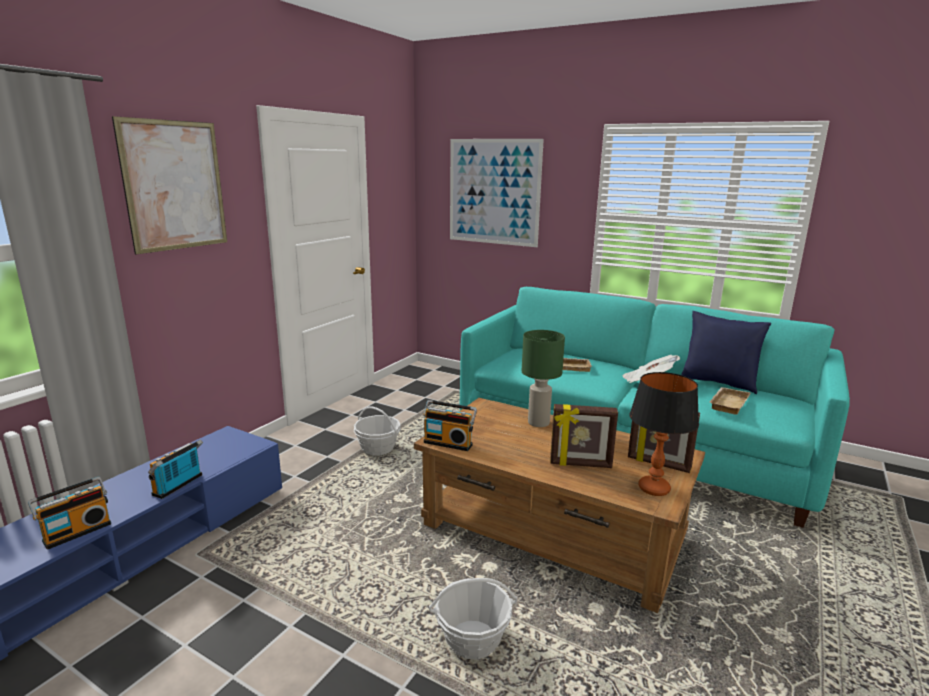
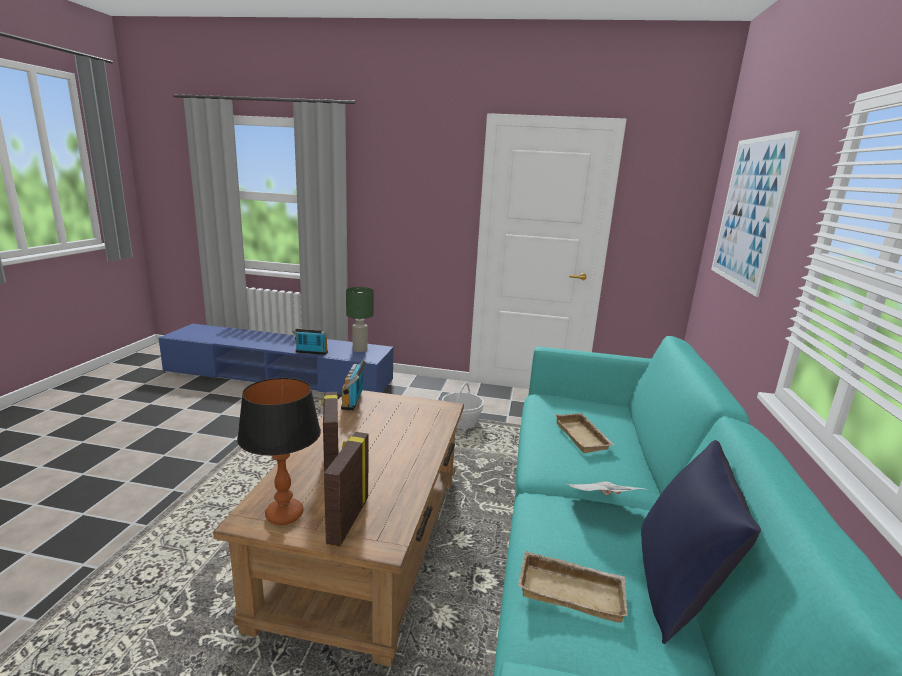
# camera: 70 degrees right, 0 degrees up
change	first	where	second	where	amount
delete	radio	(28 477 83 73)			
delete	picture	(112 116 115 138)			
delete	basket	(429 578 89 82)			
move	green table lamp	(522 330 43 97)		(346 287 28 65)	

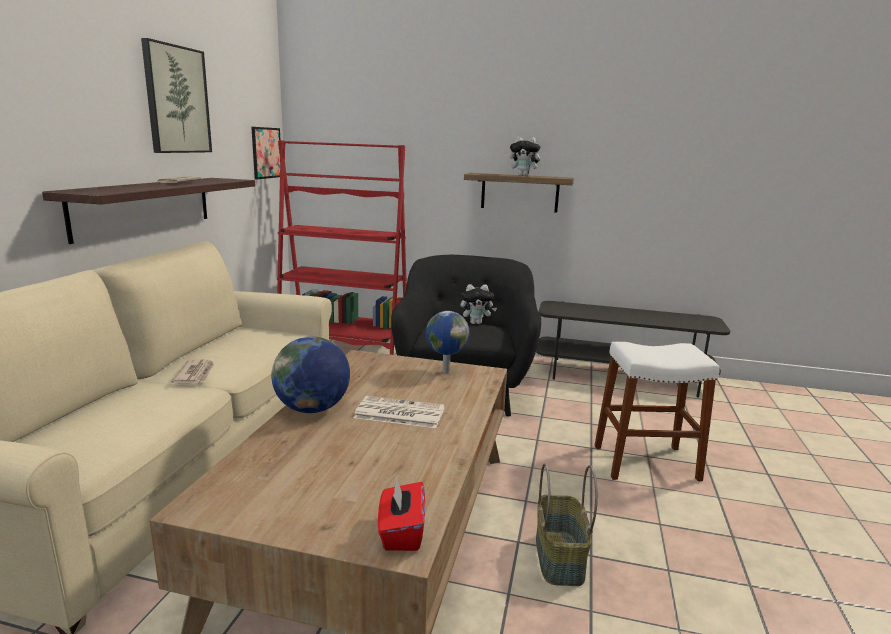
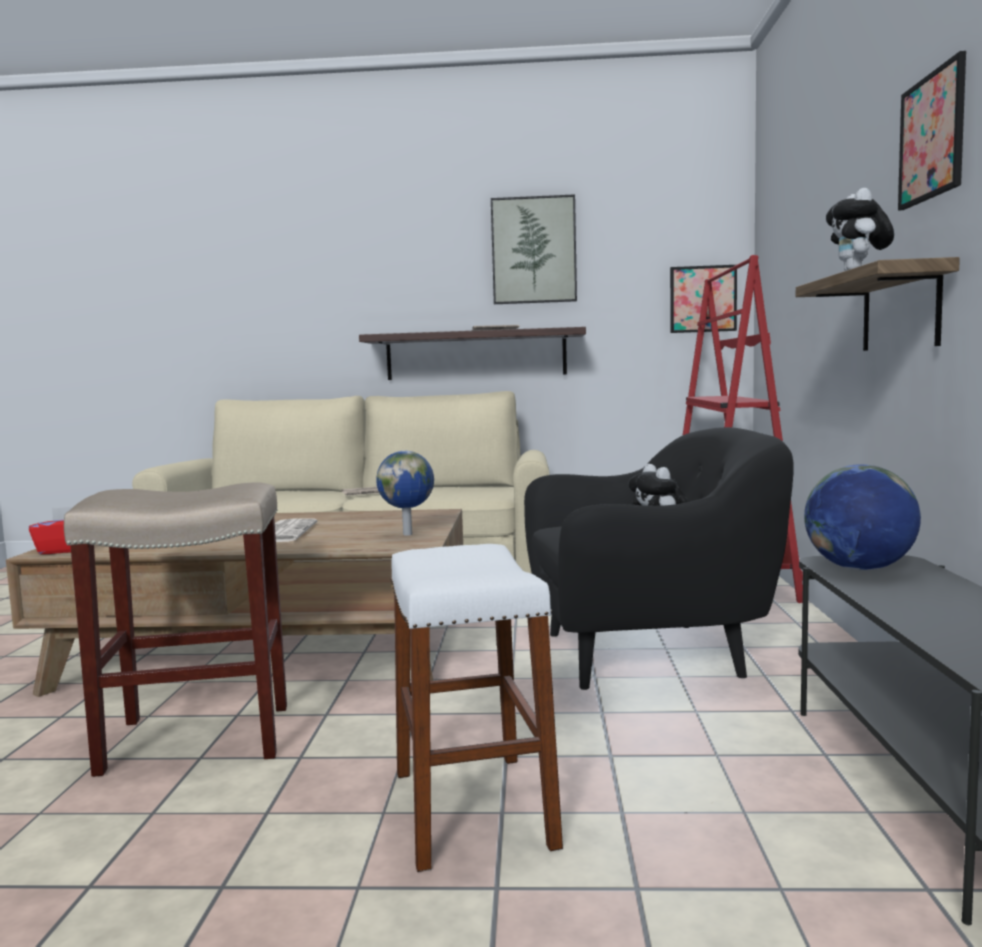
# camera: 80 degrees right, 10 degrees down
change	first	where	second	where	amount
move	globe	(271 336 79 77)		(804 464 117 106)	
replace	basket	(536 463 62 123)	beige stool	(64 482 223 295)	
insert			picture	(898 51 68 160)	

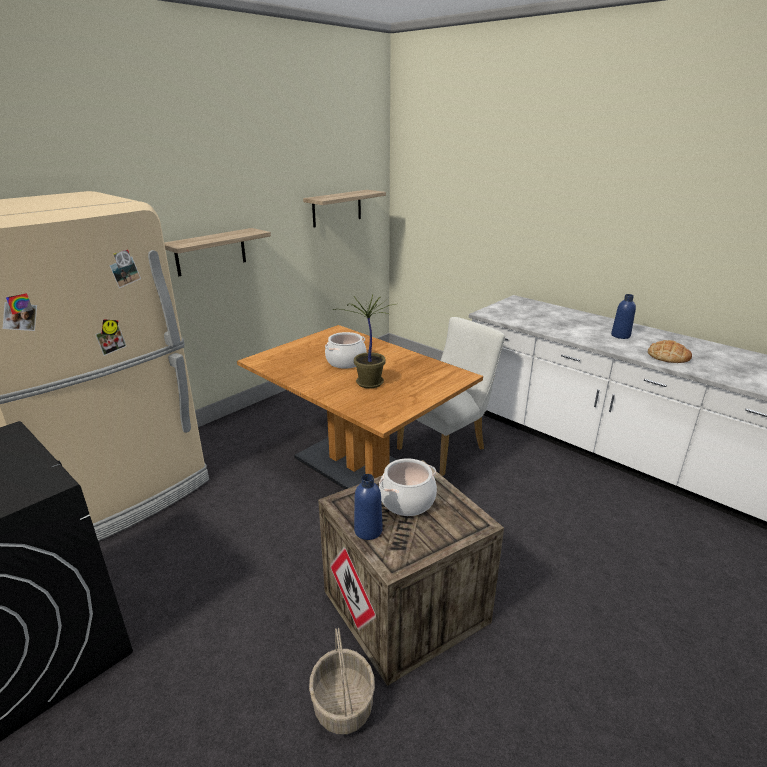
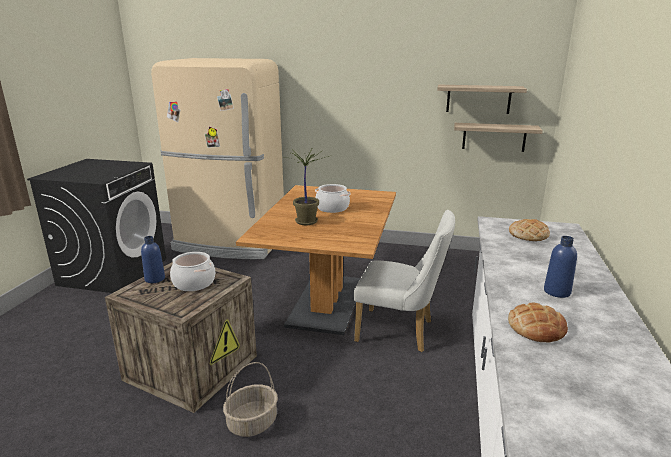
# camera: 60 degrees right, 5 degrees down
change	first	where	second	where	amount
move	shelf	(164 228 107 48)		(454 123 89 29)	
move	basket	(309 628 66 106)		(223 362 55 75)	
insert			bread	(509 219 41 22)	

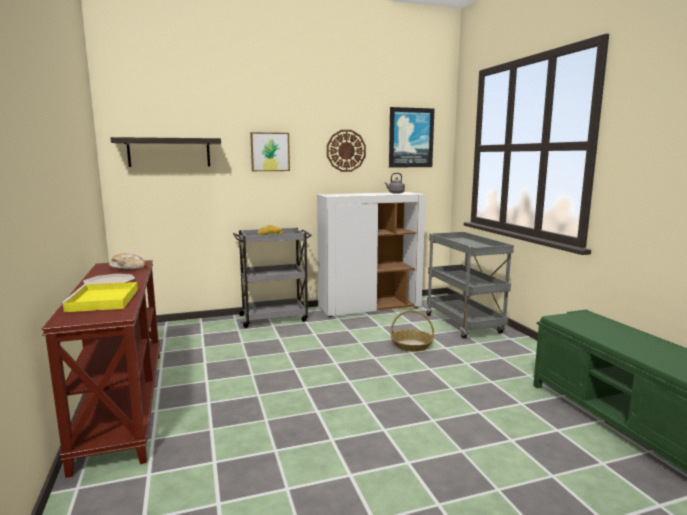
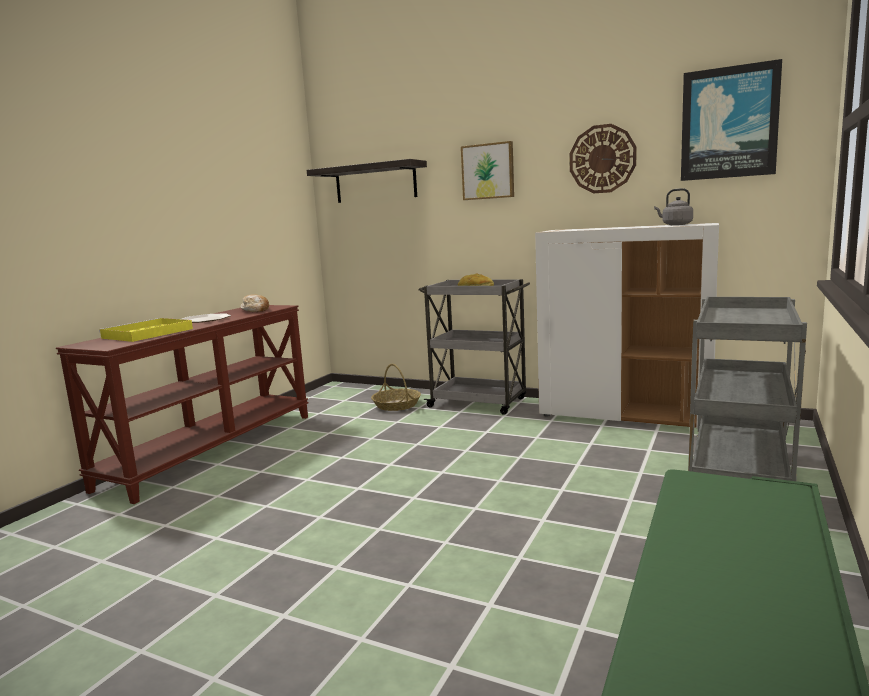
# camera: 45 degrees right, 0 degrees up
change	first	where	second	where	amount
move	basket	(391 310 43 42)		(371 364 50 47)	

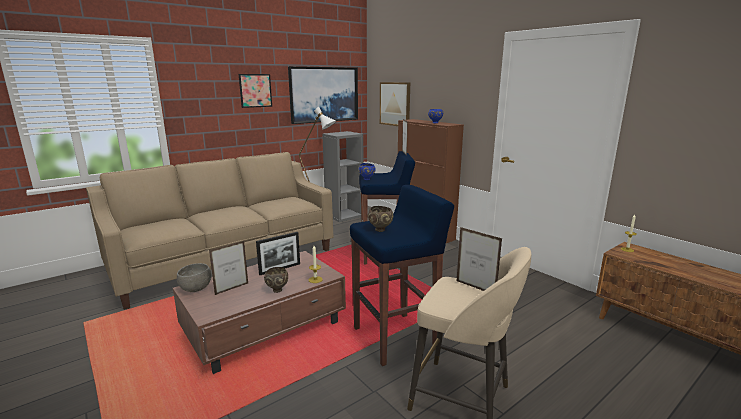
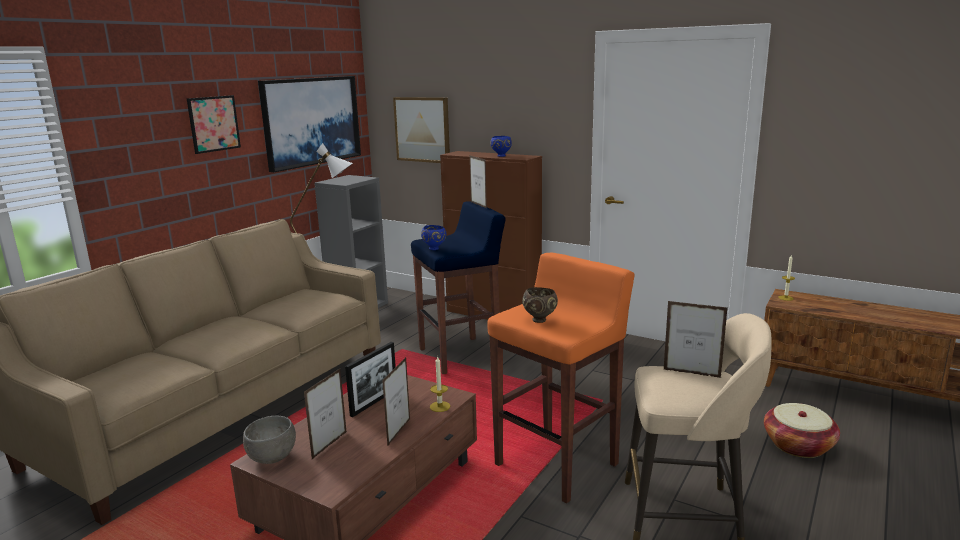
# camera: 20 degrees left, 0 degrees up
change	first	where	second	where	amount
replace	brown bowl	(264 267 24 26)	picture frame	(382 357 28 89)	
recolor	blue stool	(350 185 104 181)	orange stool	(487 253 147 250)	
insert			basket	(764 403 76 55)	

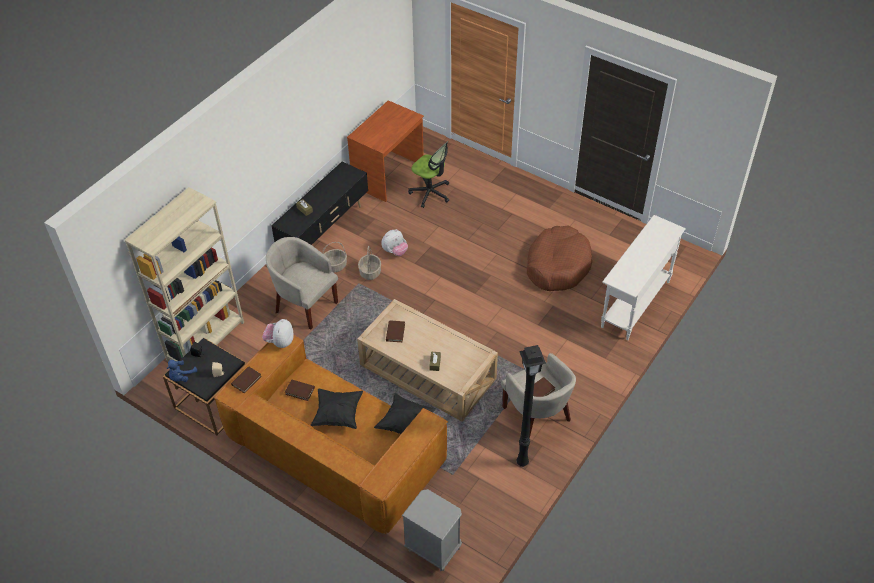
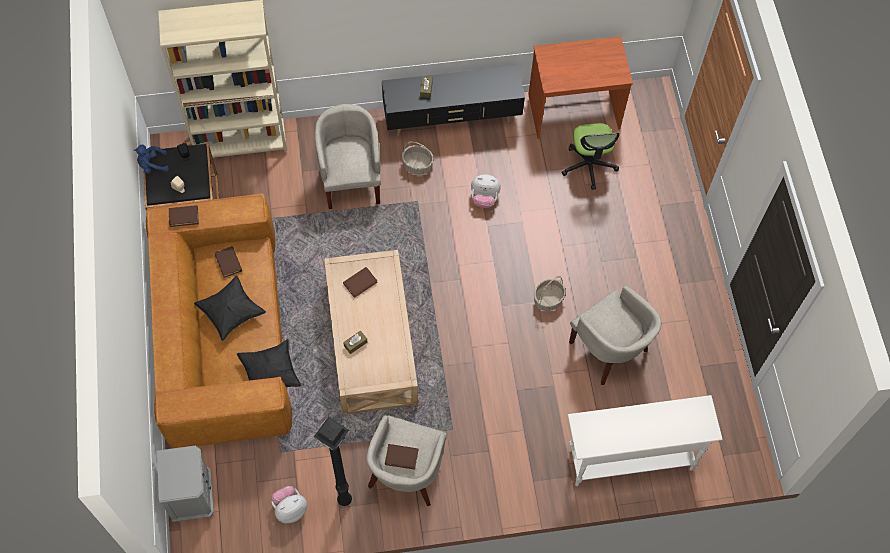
# camera: 45 degrees right, 15 degrees up
change	first	where	second	where	amount
move	plush toy	(262 319 32 29)		(271 486 36 37)	
move	basket	(358 246 23 34)		(534 276 32 35)	
replace	brown dog bed	(527 225 65 66)	beige armchair	(569 285 92 100)	

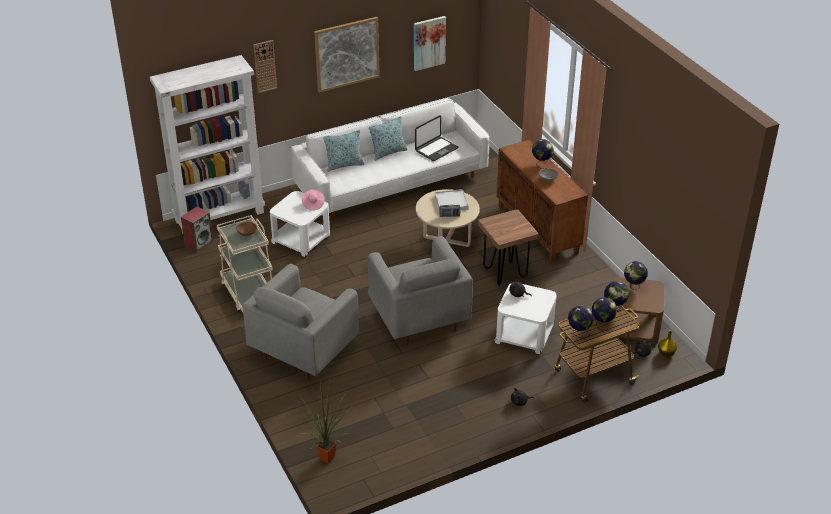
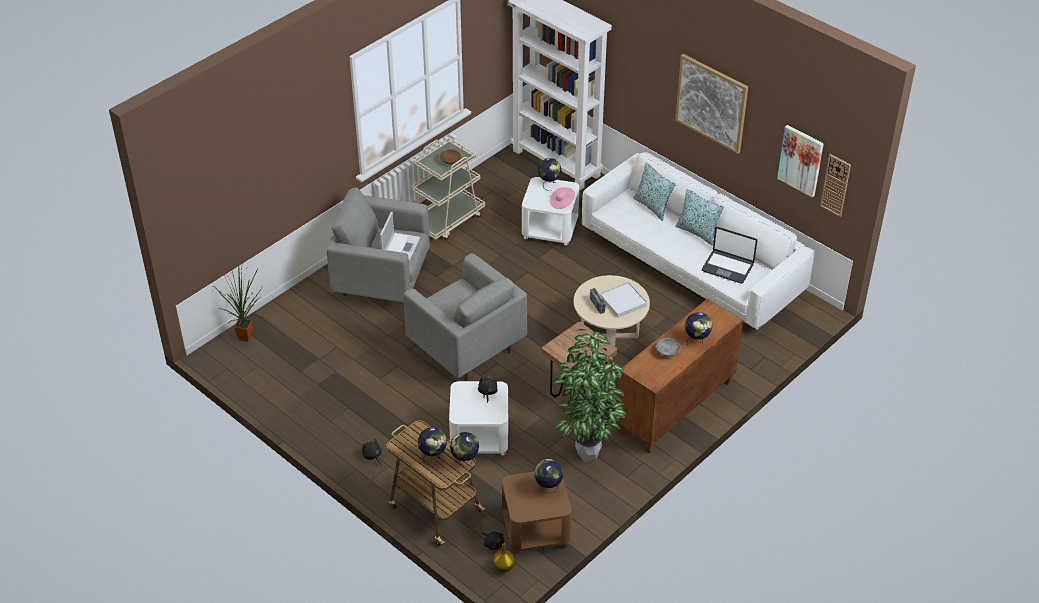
# camera: 70 degrees right, 5 degrees up
change	first	where	second	where	amount
delete	speaker	(181 206 32 46)			
move	wall clock	(253 40 24 53)		(820 154 31 63)	
rotate	grey armchair	(368 236 105 109)		(403 253 124 128)	90 degrees counterclockwise
move	globe	(568 306 26 32)		(538 158 24 33)	
insert			laptop	(380 212 40 49)	
insert			potted plant	(552 329 74 133)	

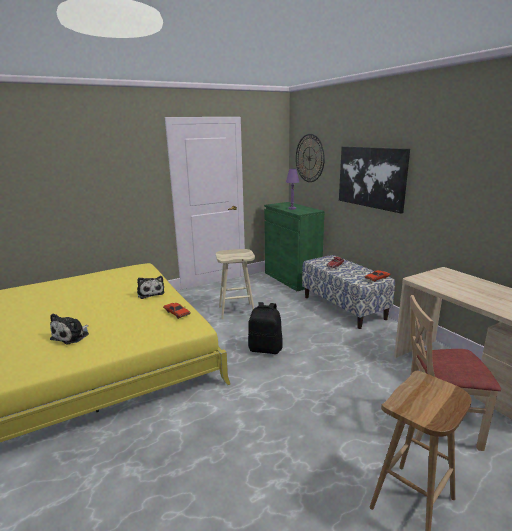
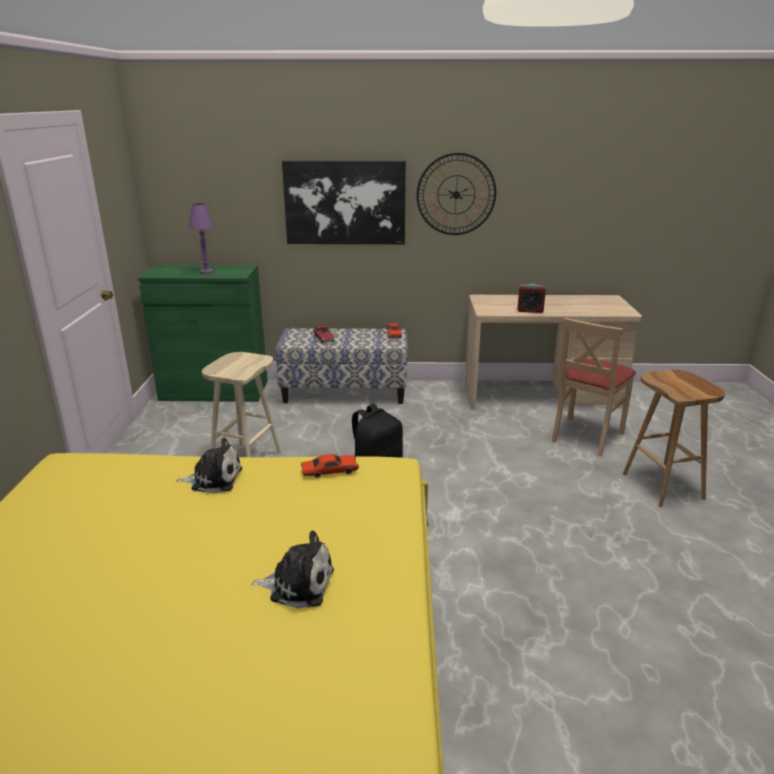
# camera: 60 degrees left, 5 degrees up
change	first	where	second	where	amount
rotate	plush toy	(50 313 39 31)		(251 531 83 77)	45 degrees counterclockwise
move	wall clock	(296 134 29 48)		(417 153 79 82)	
insert			alarm clock	(518 284 28 29)	

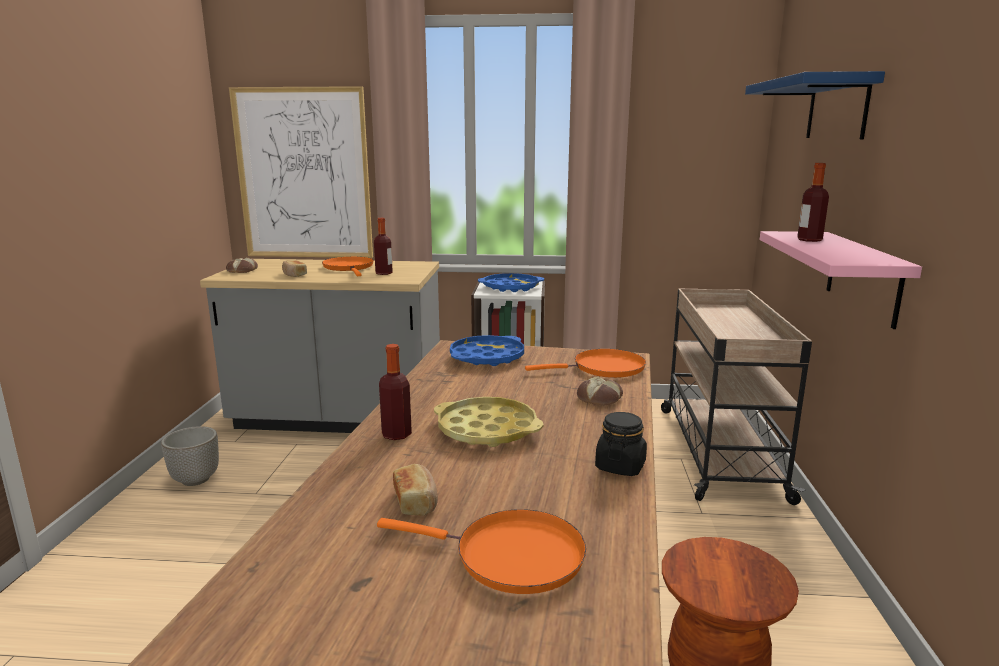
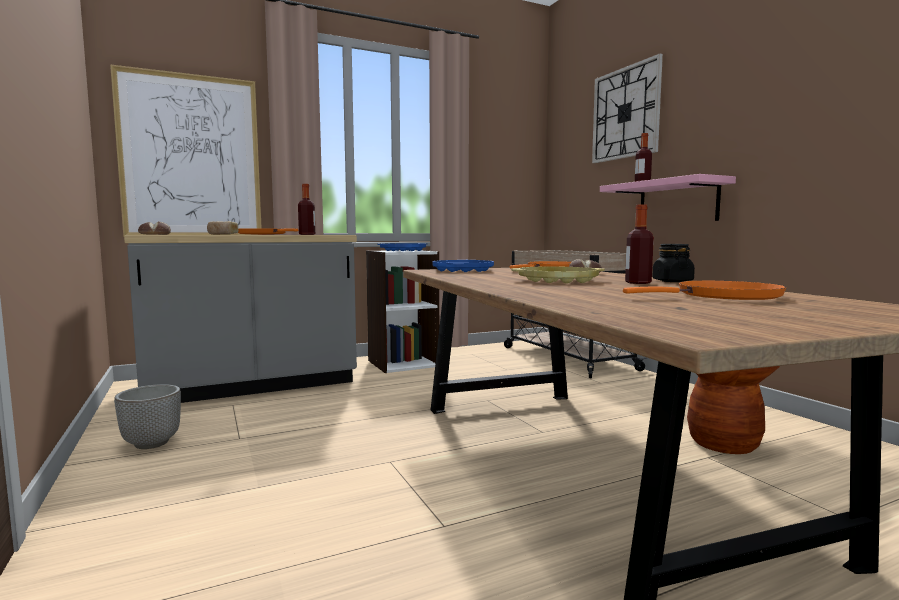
# camera: 30 degrees left, 10 degrees down
change	first	where	second	where	amount
move	bottle	(379 344 33 96)		(625 204 29 80)	
delete	bread	(393 464 45 52)			
replace	blue shelf	(745 71 140 68)	wall clock	(592 53 71 110)	

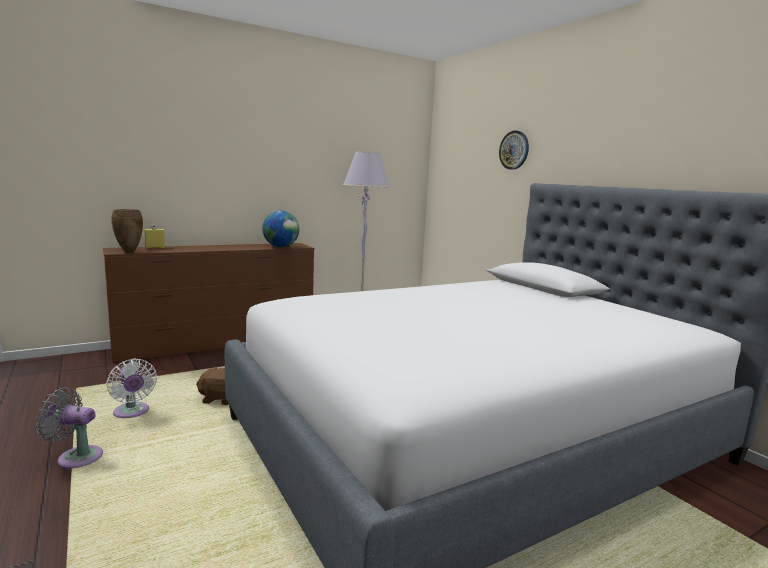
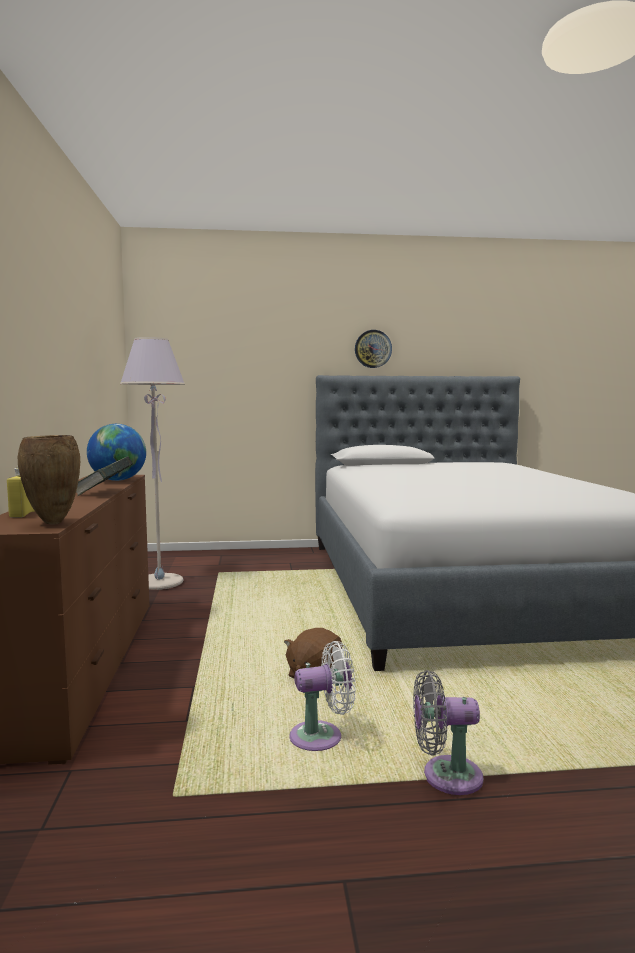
# camera: 65 degrees left, 5 degrees down
change	first	where	second	where	amount
rotate	grey fan	(36 387 67 83)		(413 670 70 125)	60 degrees clockwise
move	wall clock	(499 130 30 40)		(355 330 37 38)	
insert			book	(76 456 57 40)	

